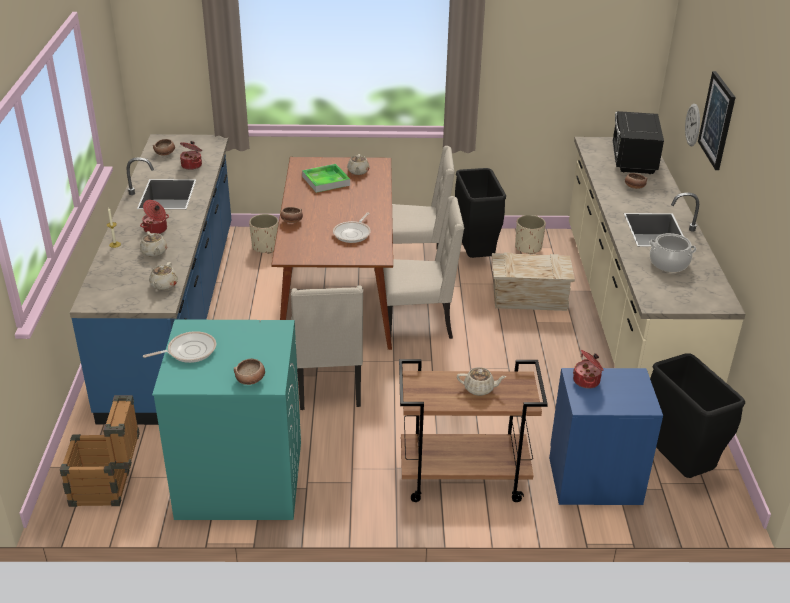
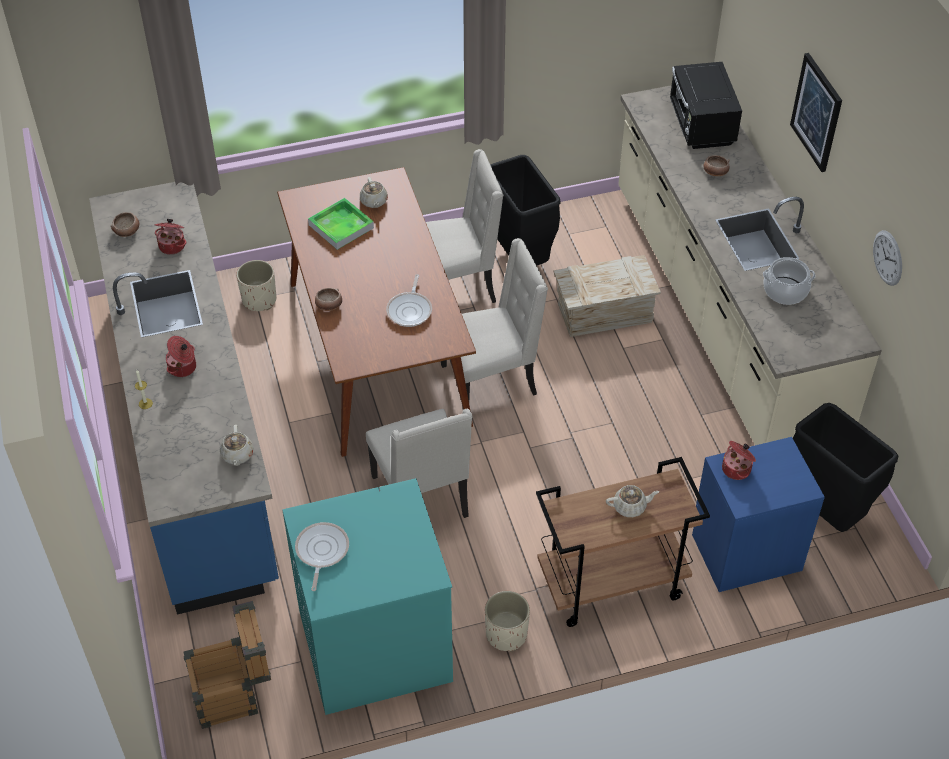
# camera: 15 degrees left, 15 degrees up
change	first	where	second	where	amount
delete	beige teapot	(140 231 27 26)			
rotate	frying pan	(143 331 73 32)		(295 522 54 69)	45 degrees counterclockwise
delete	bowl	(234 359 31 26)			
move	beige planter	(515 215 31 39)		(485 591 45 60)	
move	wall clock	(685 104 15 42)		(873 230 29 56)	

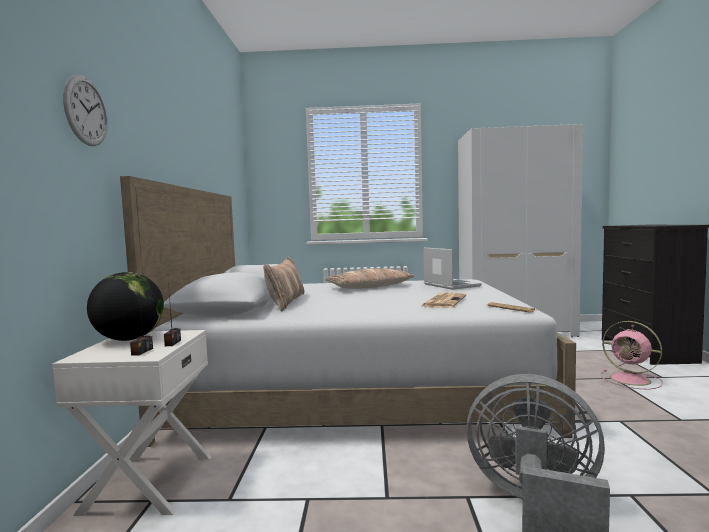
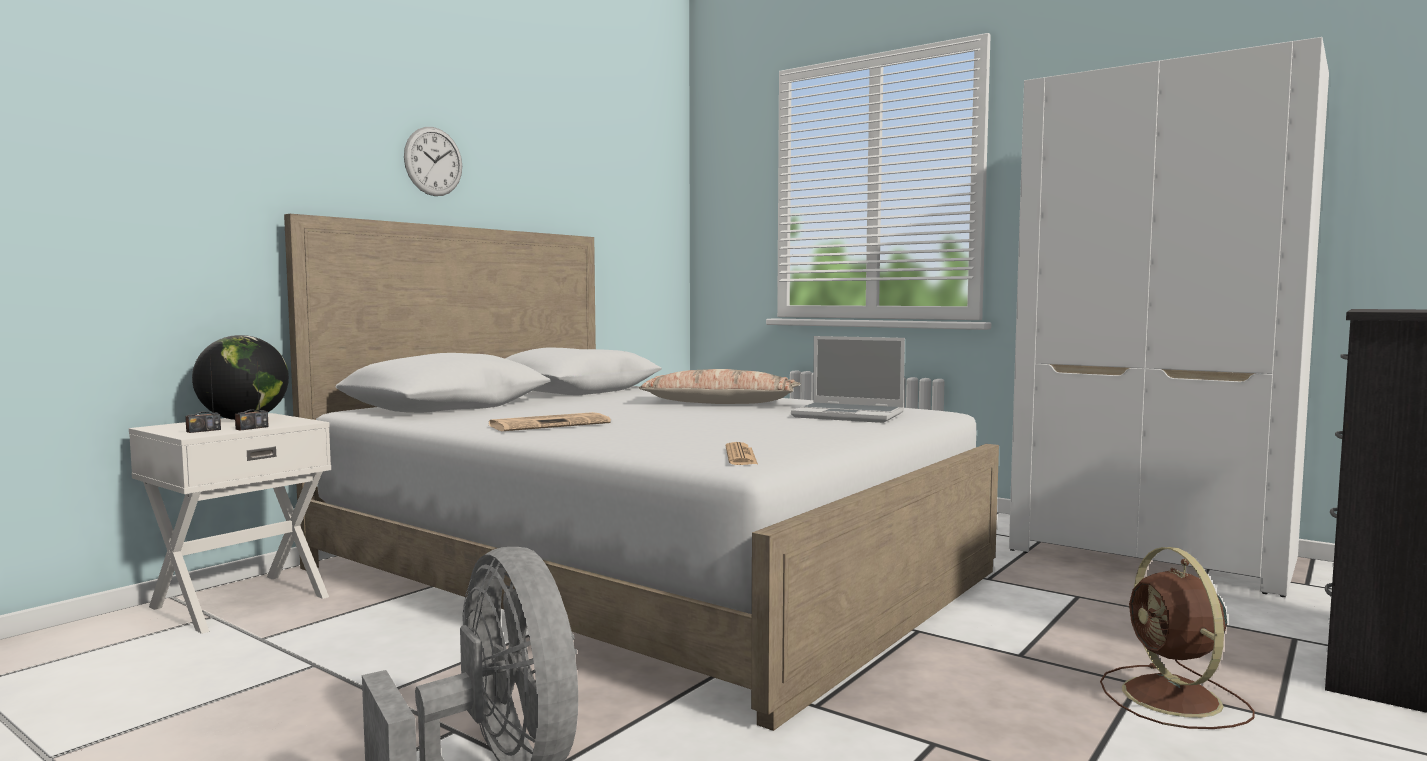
# camera: 35 degrees right, 0 degrees up
change	first	where	second	where	amount
move	wall clock	(63 75 45 71)		(404 127 58 69)	
delete	pillow	(263 257 41 54)			
move	newspaper	(421 292 45 16)		(489 412 122 19)	
rotate	laptop	(423 248 59 42)		(791 336 114 87)	105 degrees clockwise
recolor	pink fan	(601 321 62 69)	brown fan	(1100 547 154 182)	

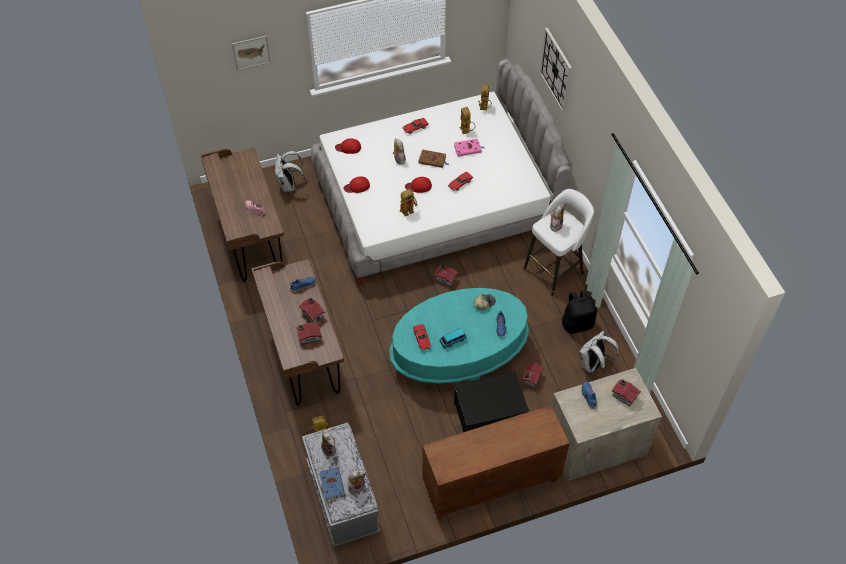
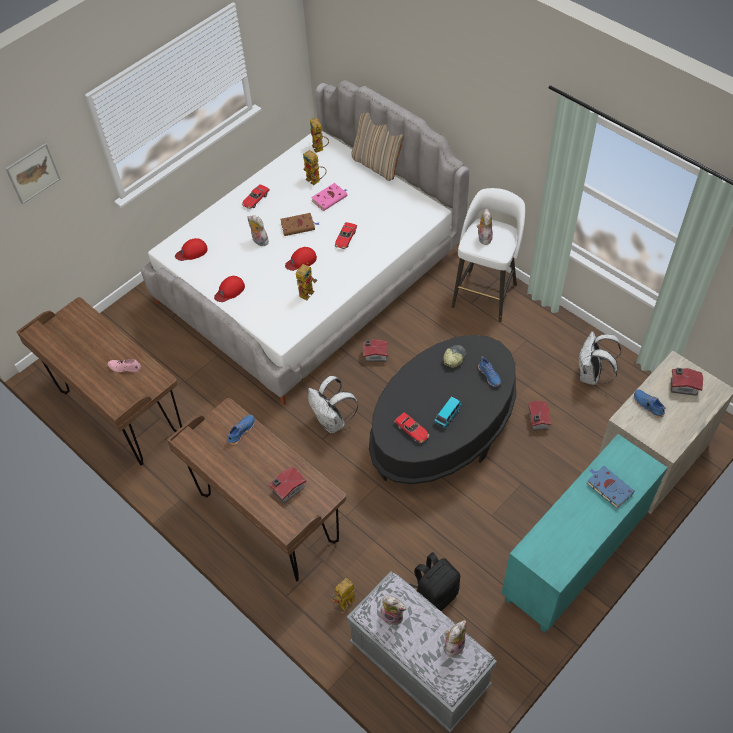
# camera: 25 degrees left, 0 degrees up
change	first	where	second	where	amount
move	white backpack	(275 151 30 41)		(308 376 50 57)	
delete	toy house	(299 298 26 25)			
move	blue book	(319 466 26 34)		(587 466 48 43)	
recolor	turquoise coffee table	(389 288 140 96)	black coffee table	(369 335 147 149)	
recolor	brown cabinet	(423 405 147 115)	turquoise cabinet	(502 434 166 199)	
delete	storage box	(454 371 75 61)			
delete	wall clock	(540 28 32 85)			
move	black backpack	(562 290 35 44)		(410 552 50 59)	
insert			beige pillow	(352 113 52 68)	

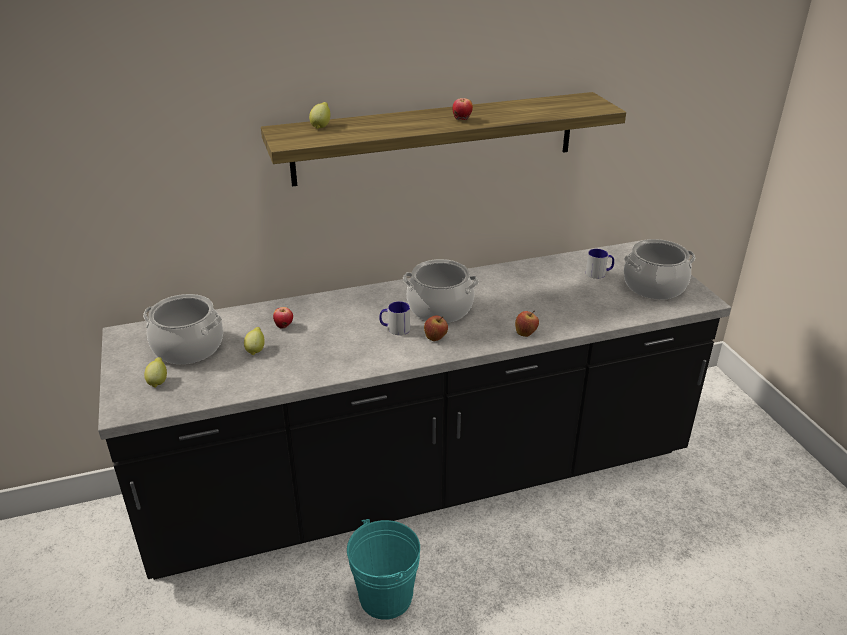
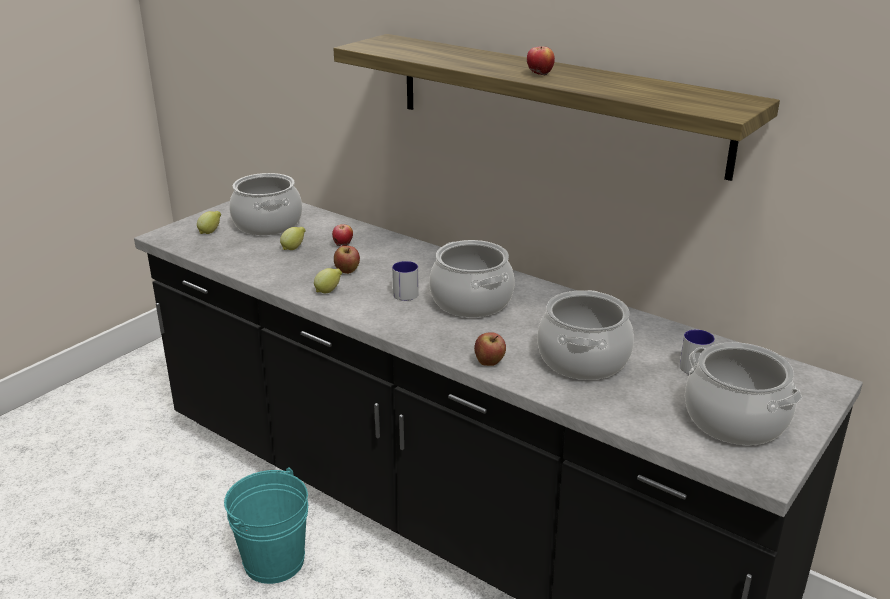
# camera: 55 degrees right, 5 degrees down
change	first	where	second	where	amount
move	lemon	(309 102 22 27)		(314 268 28 25)	
move	apple	(424 315 24 26)		(334 246 26 28)	
insert			cooking pot	(537 290 97 90)	

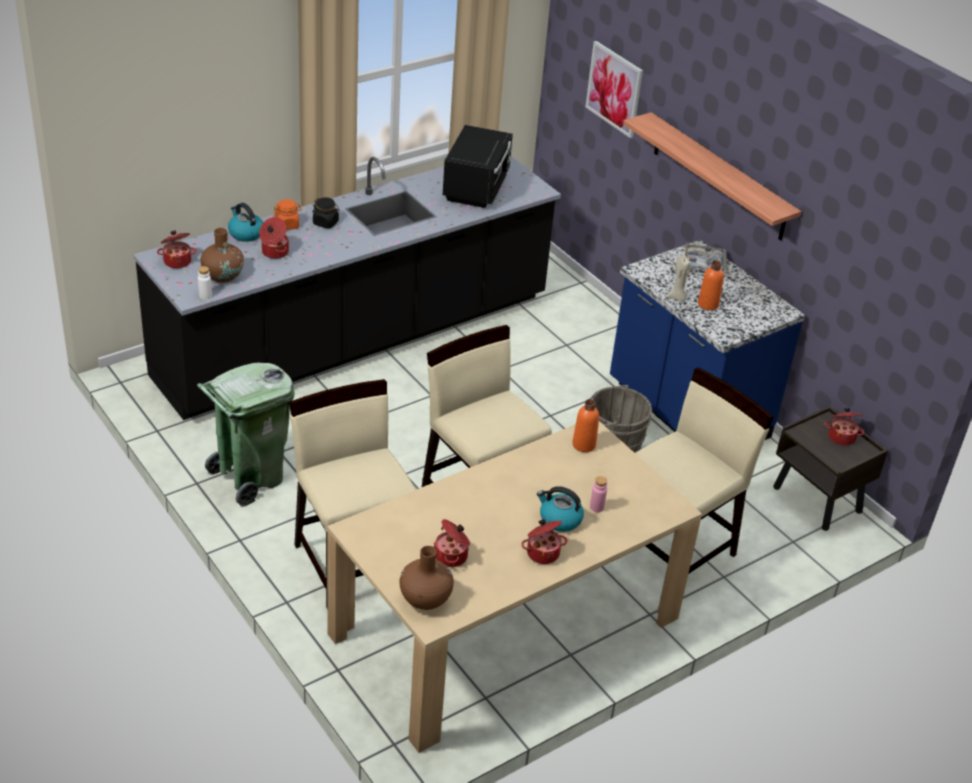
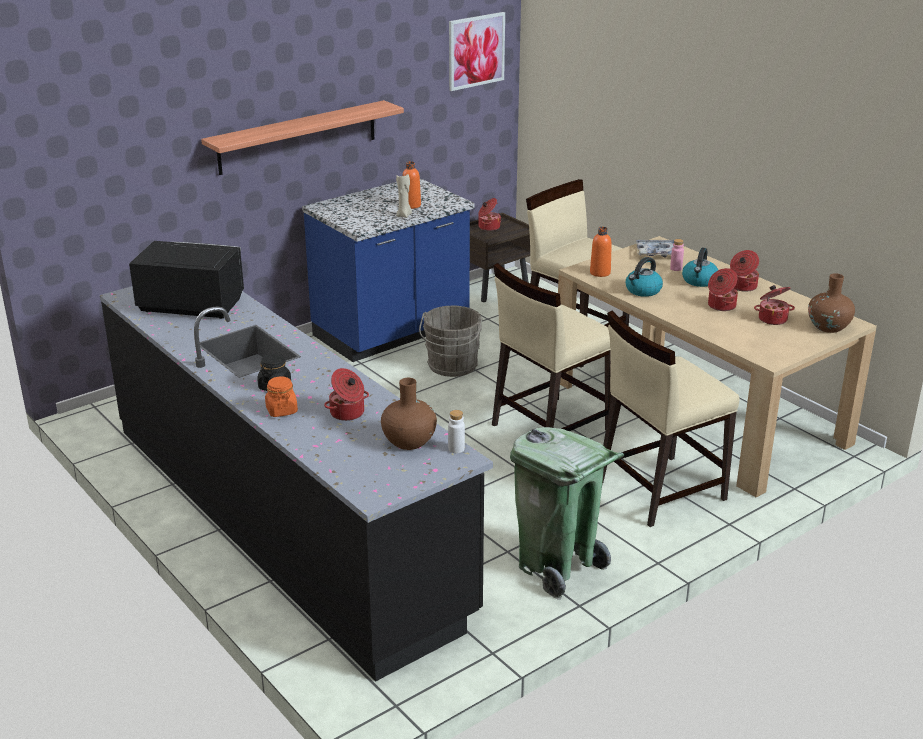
# camera: 90 degrees left, 10 degrees down
change	first	where	second	where	amount
move	cooking pot	(157 230 40 38)		(708 268 30 43)	
move	kettle	(228 203 35 39)		(626 257 37 40)	
move	picture	(586 41 57 97)		(449 12 56 79)	
move	tray	(685 244 42 29)		(636 240 38 17)	

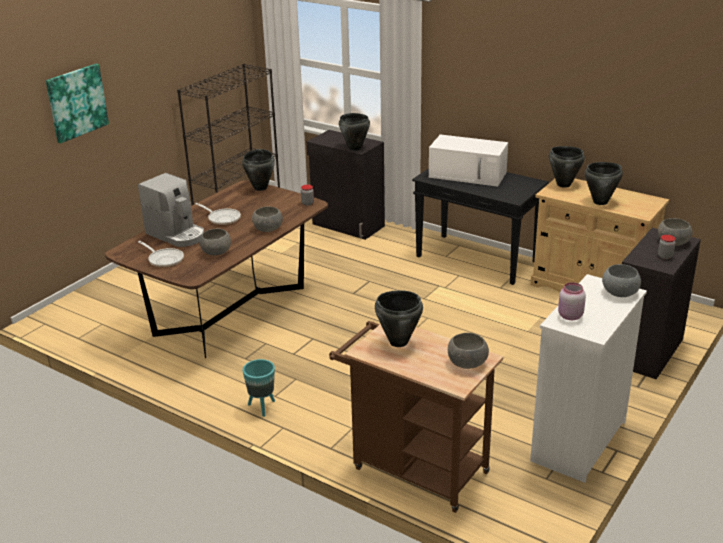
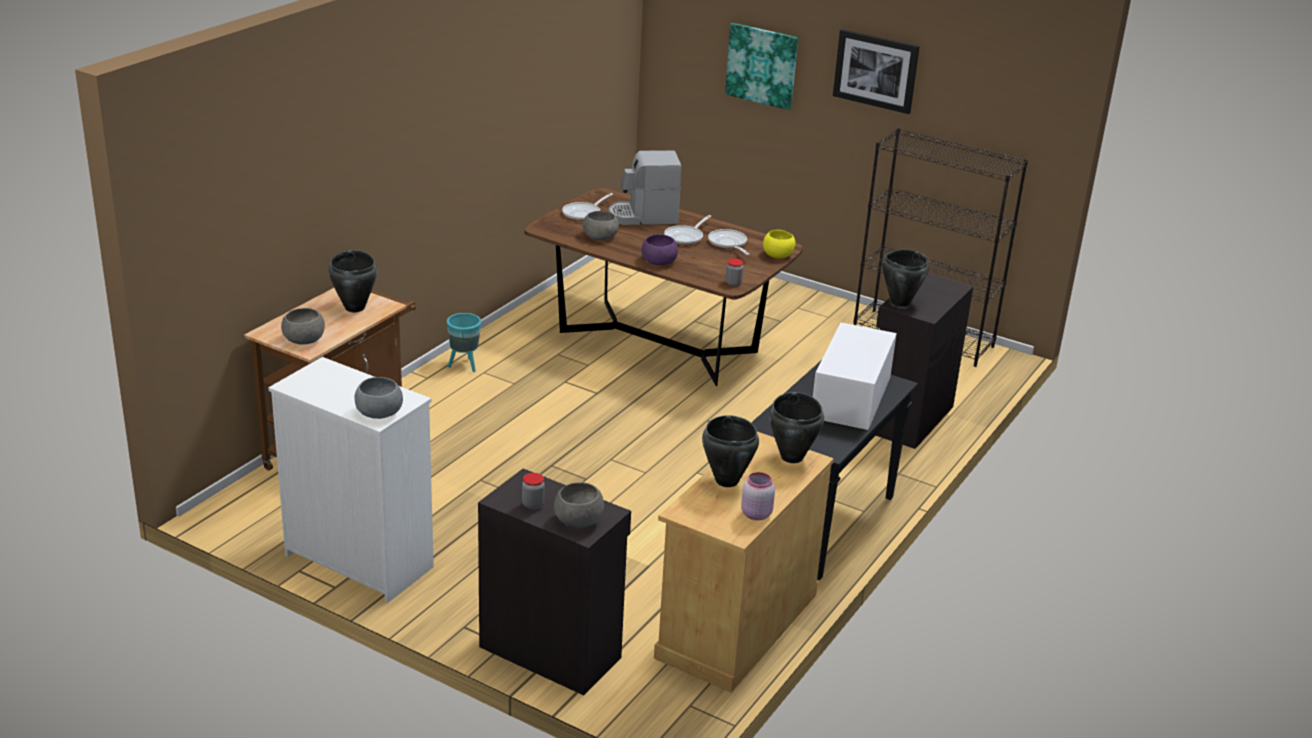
# camera: 85 degrees right, 0 degrees up
change	first	where	second	where	amount
rotate	coffee machine	(138 173 66 74)		(608 150 74 75)	45 degrees clockwise
replace	black cooking pot	(242 149 33 42)	yellow bowl	(763 230 33 28)	
recolor	grey bowl	(252 206 31 26)	purple bowl	(642 234 36 31)	
move	pink jar	(558 282 28 38)		(741 472 34 48)	
insert			frying pan	(708 229 42 26)	
insert			picture	(833 29 87 85)	

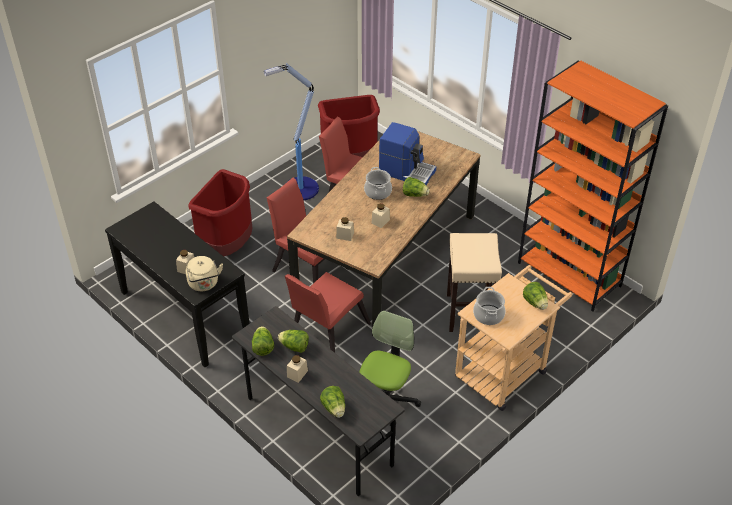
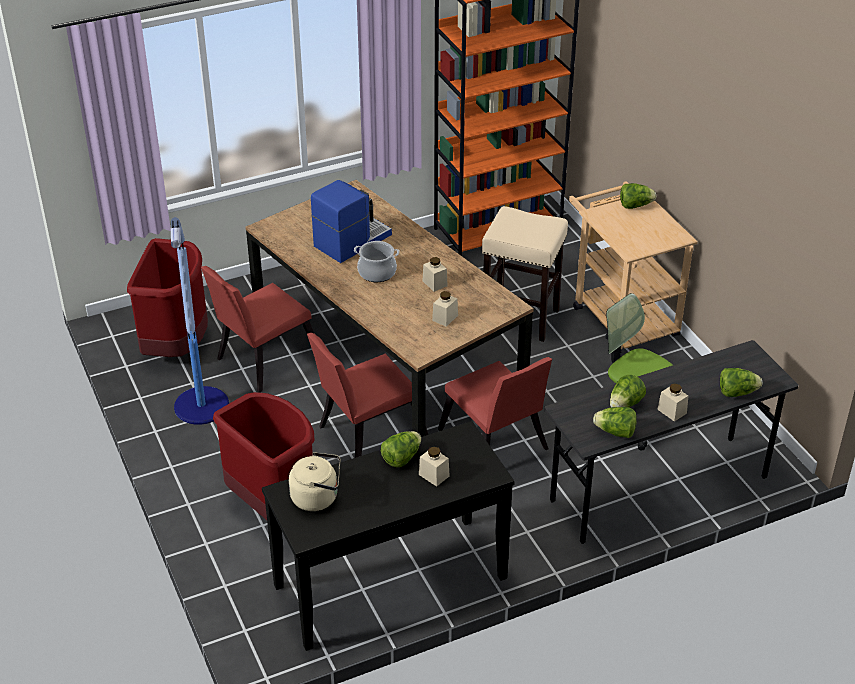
# camera: 70 degrees left, 5 degrees down
change	first	where	second	where	amount
move	beige kettle	(186 256 37 35)		(289 452 51 59)	
move	lettuce	(403 177 27 20)		(381 431 40 36)	
delete	cooking pot	(473 287 32 38)			

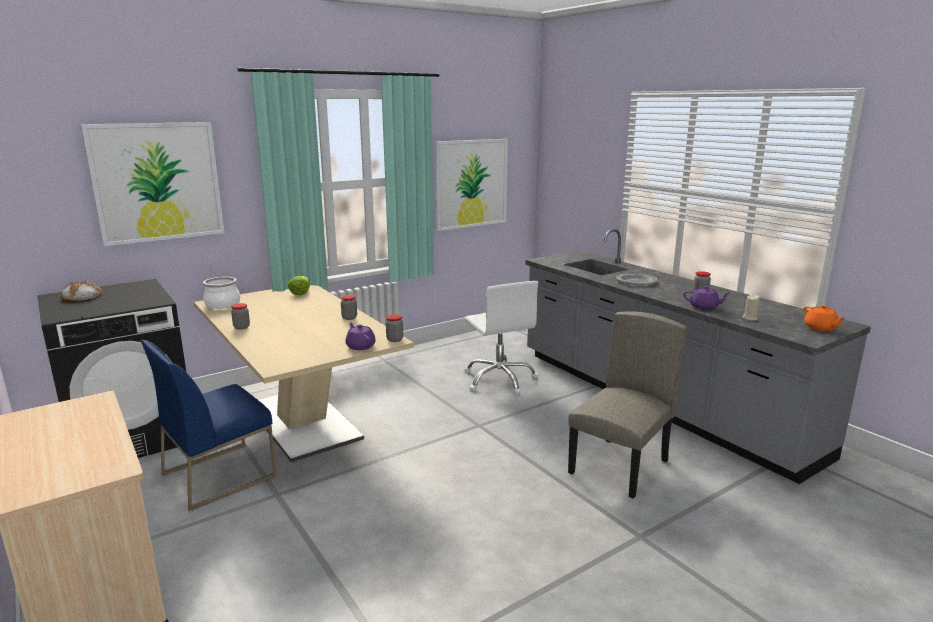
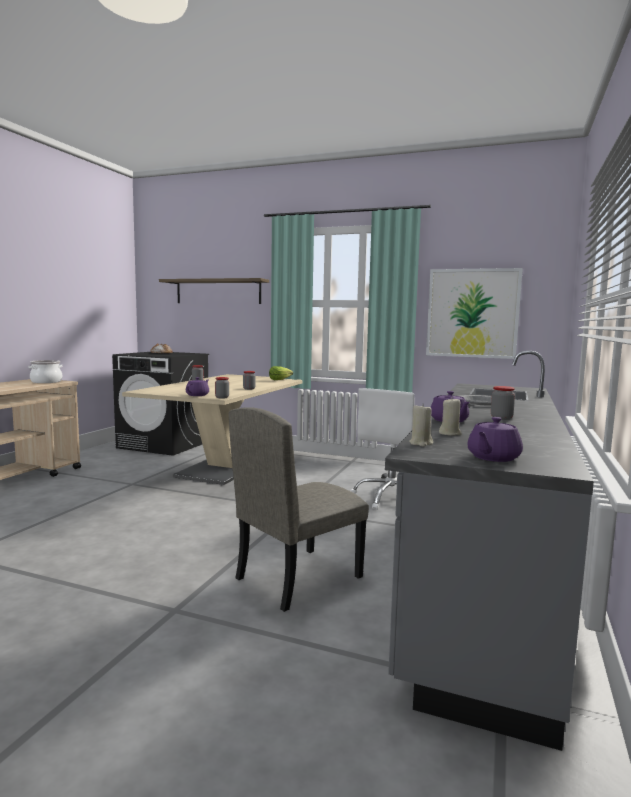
# camera: 55 degrees right, 10 degrees down
change	first	where	second	where	amount
replace	picture	(81 122 144 124)	shelf	(159 278 110 26)	
delete	blue chair	(141 340 136 171)			
move	cooking pot	(203 277 37 32)		(28 360 35 23)	
rotate	beige chair	(568 311 119 188)		(229 407 140 205)	135 degrees clockwise
recolor	orange teapot	(804 305 42 26)	purple teapot	(467 417 56 45)	
insert			beige candle	(409 404 24 43)	

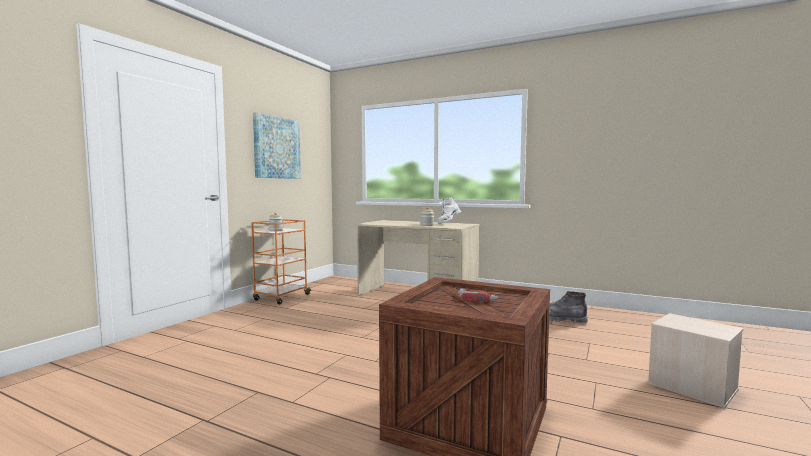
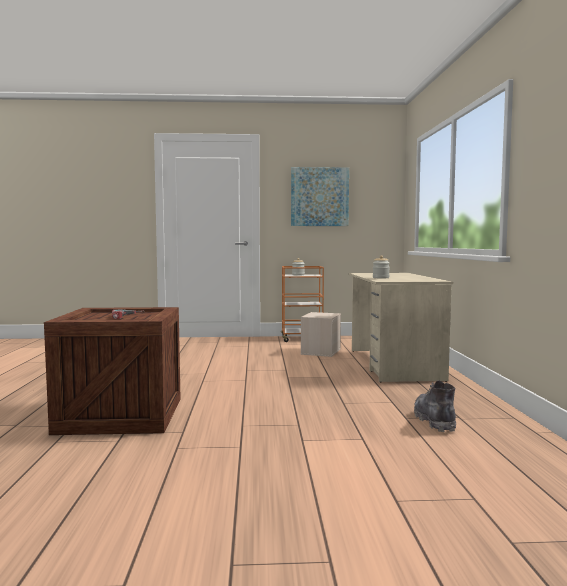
# camera: 60 degrees right, 0 degrees up
change	first	where	second	where	amount
delete	white boot	(438 196 23 28)			
move	beige storage box	(648 313 96 95)		(300 312 41 45)	

